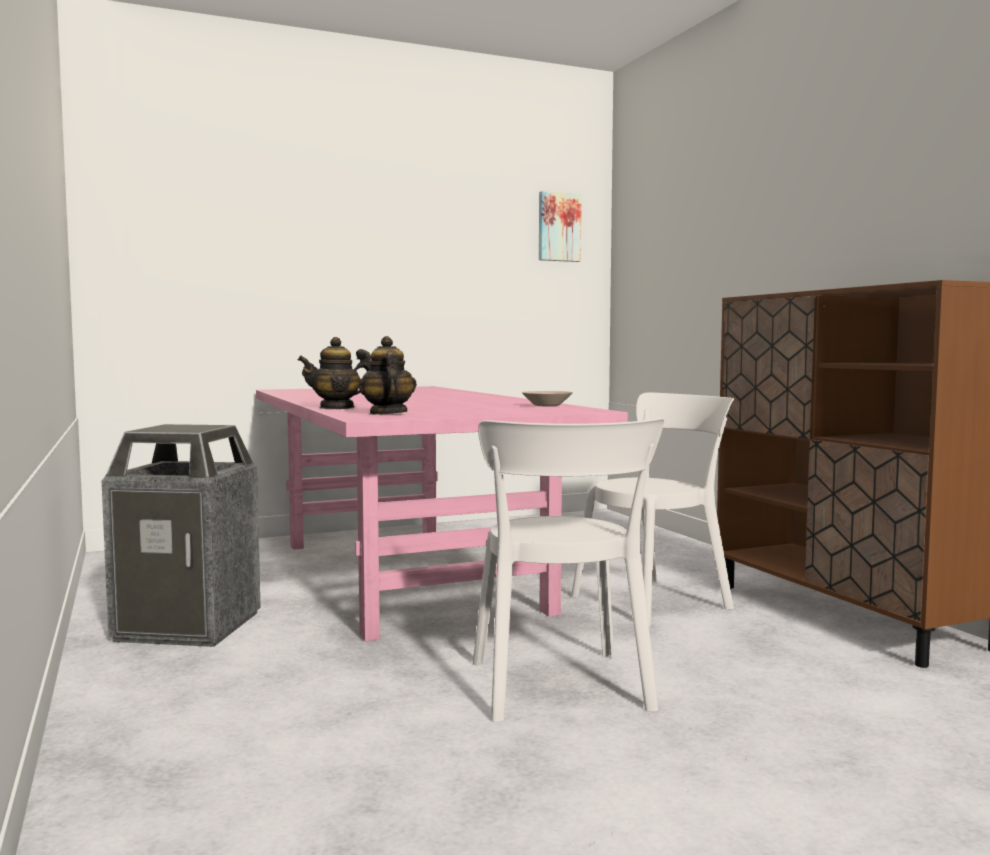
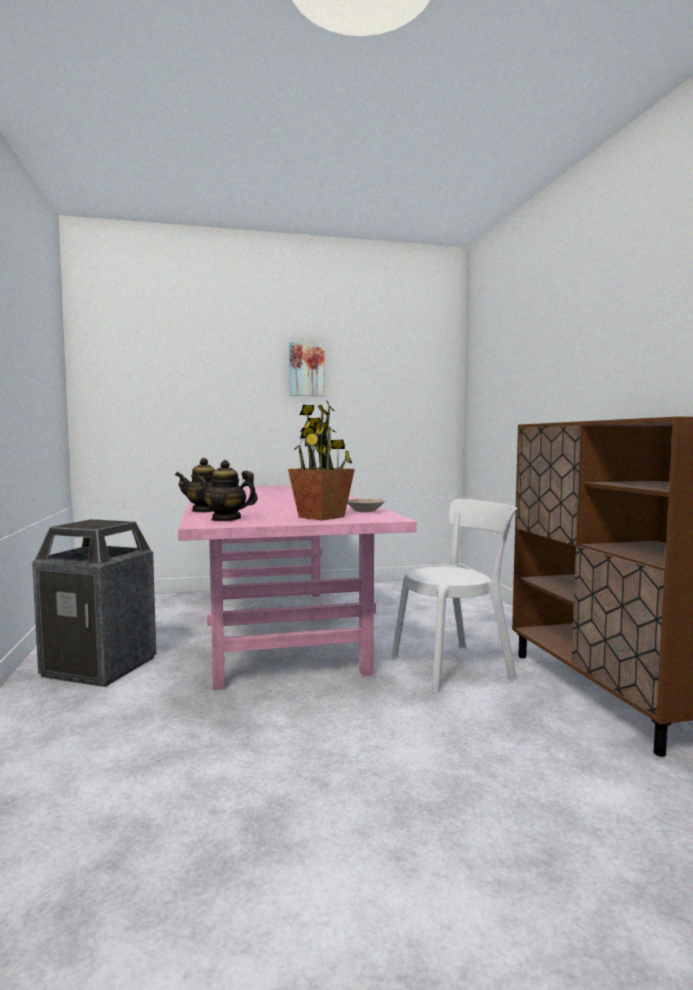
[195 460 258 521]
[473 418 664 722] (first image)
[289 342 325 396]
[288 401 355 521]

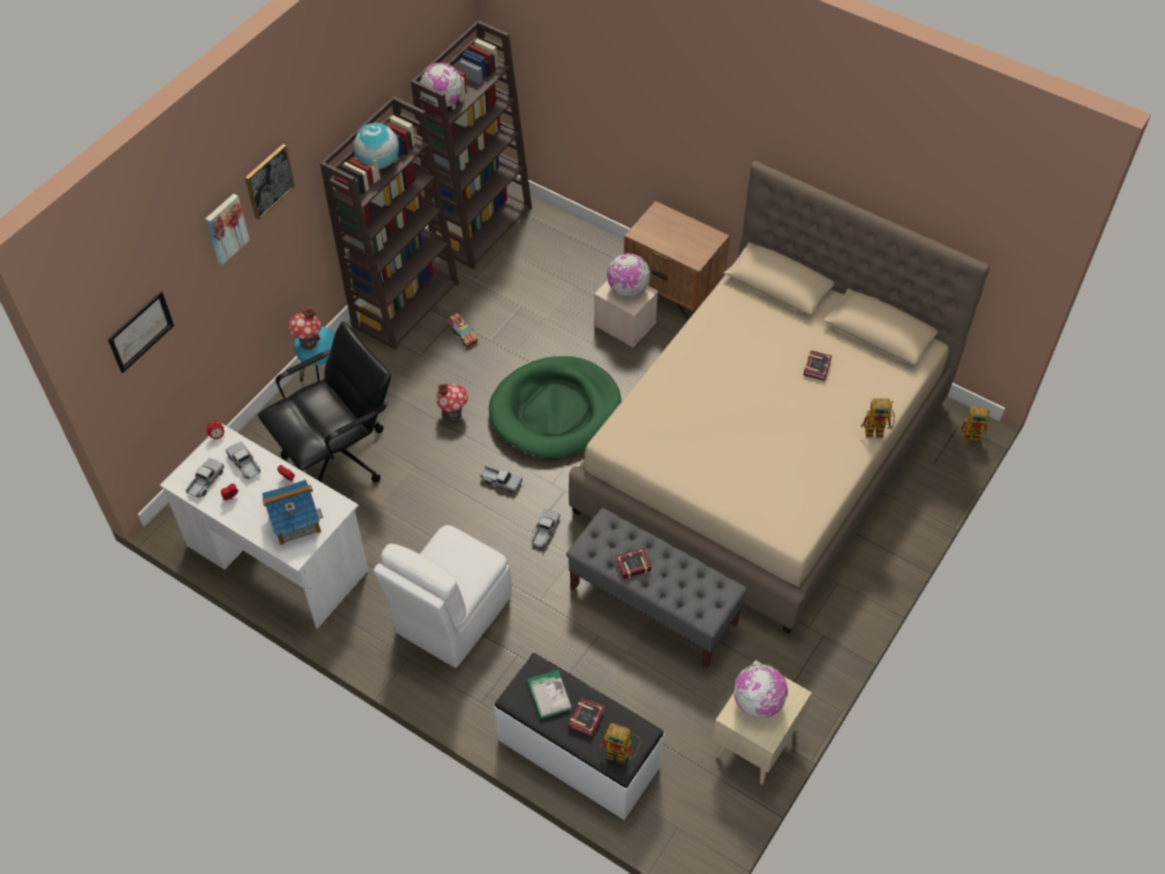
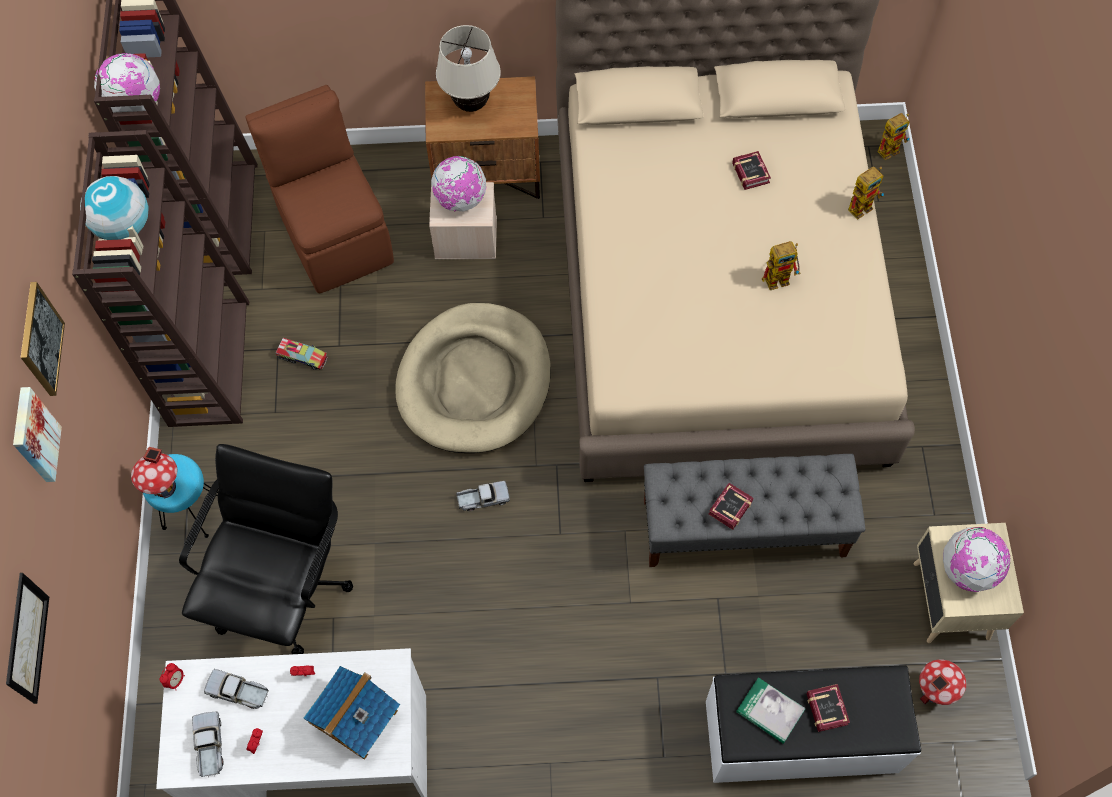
[374 525 512 668] (first image)
[919 660 966 705]
[395 303 551 453]
[532 509 560 548] (first image)
[762 241 801 290]
[245 85 394 293]
[436 25 501 112]

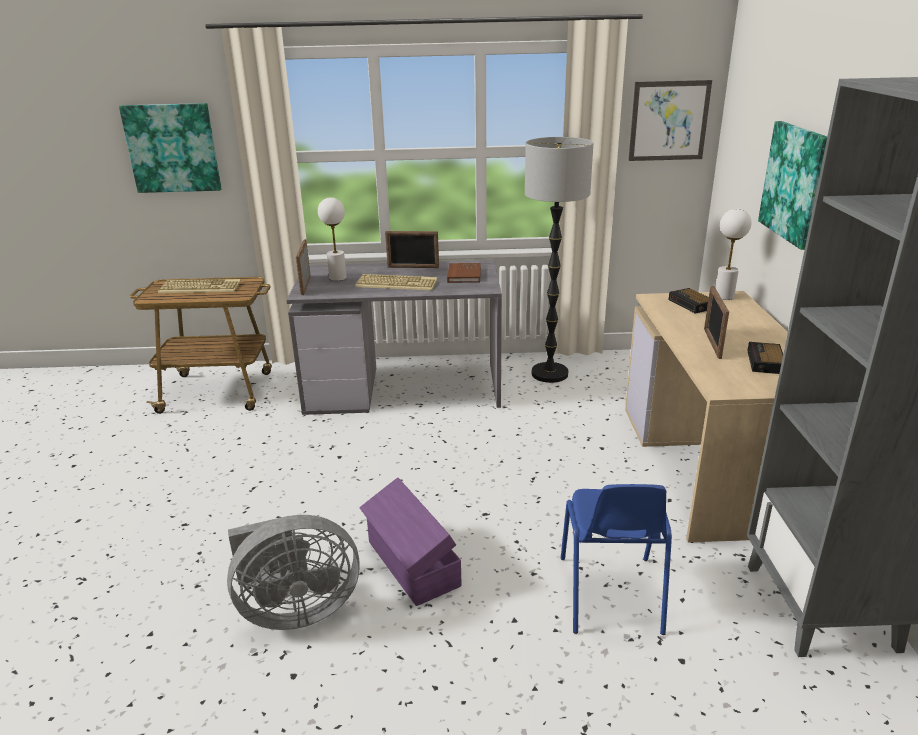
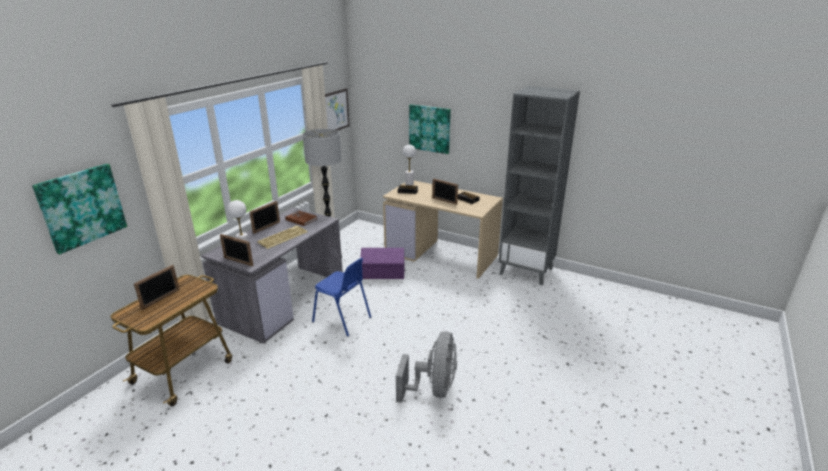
[134 265 180 310]
[360 248 404 279]
[312 258 371 337]

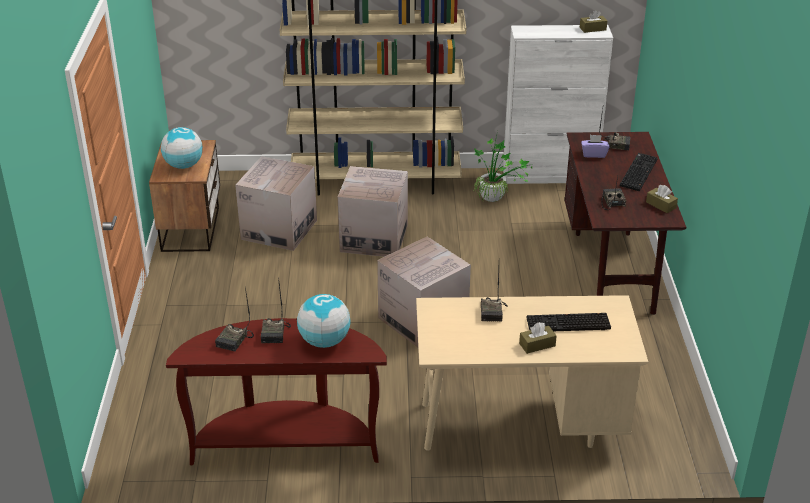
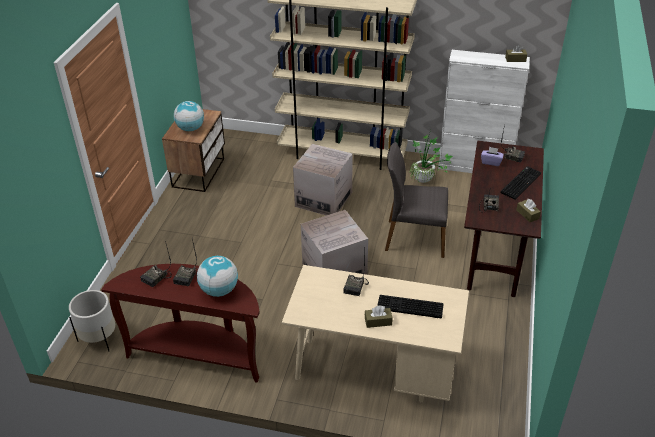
[235 156 317 251] (first image)
[69 290 115 351]
[385 142 448 258]

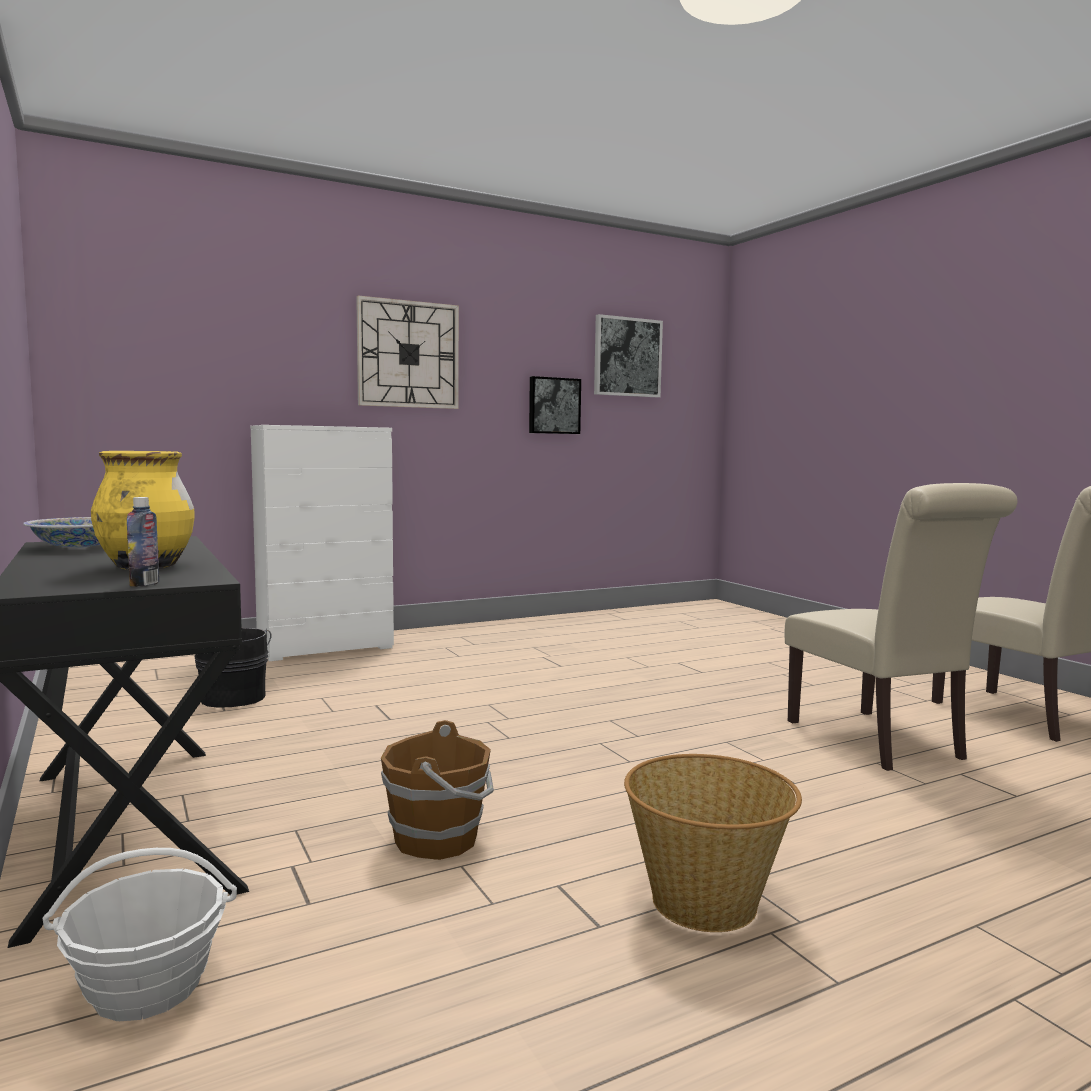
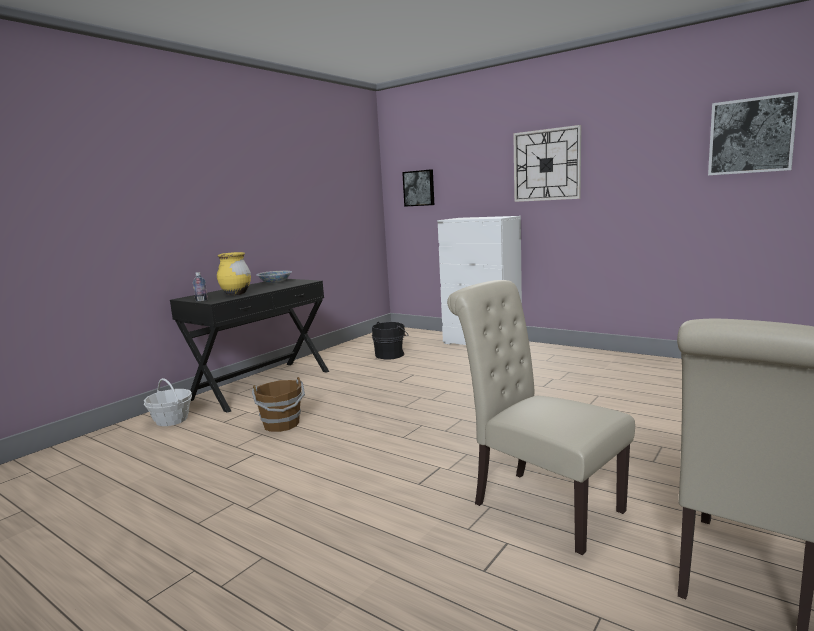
[402 169 434 207]
[624 754 802 932] (first image)
[447 280 635 555]

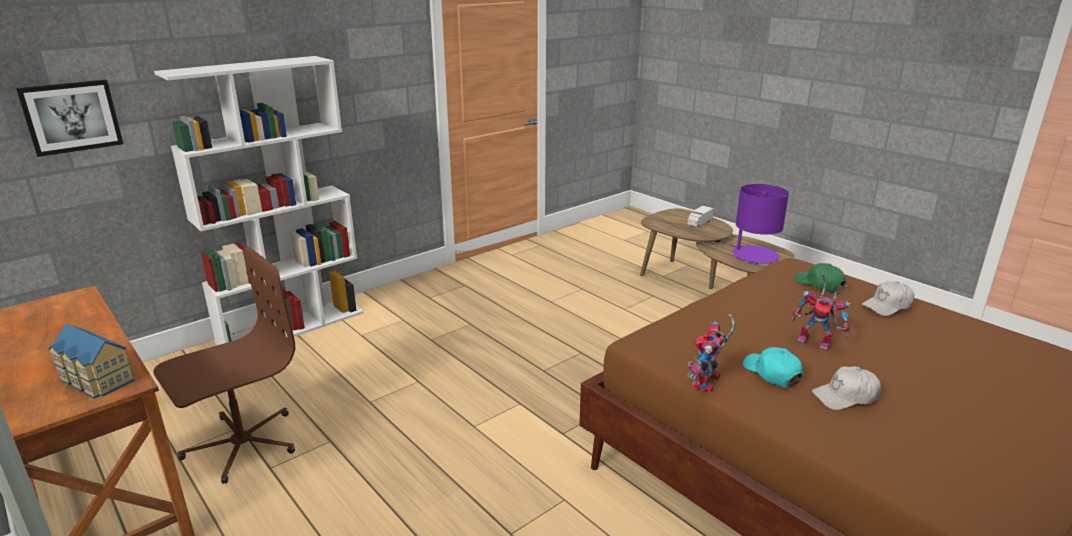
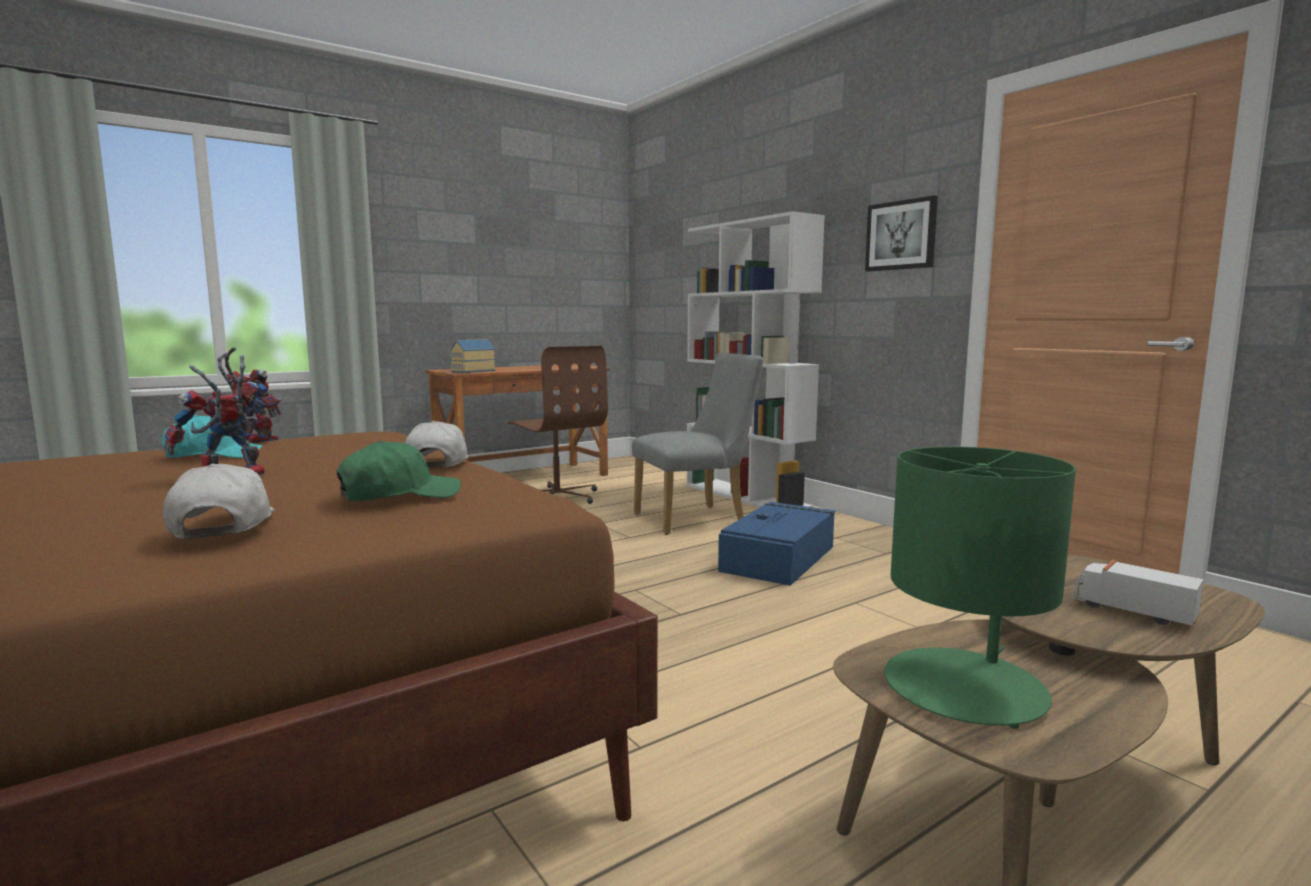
[865 195 938 271]
[884 447 1076 729]
[405 420 470 468]
[632 353 763 535]
[718 502 835 586]

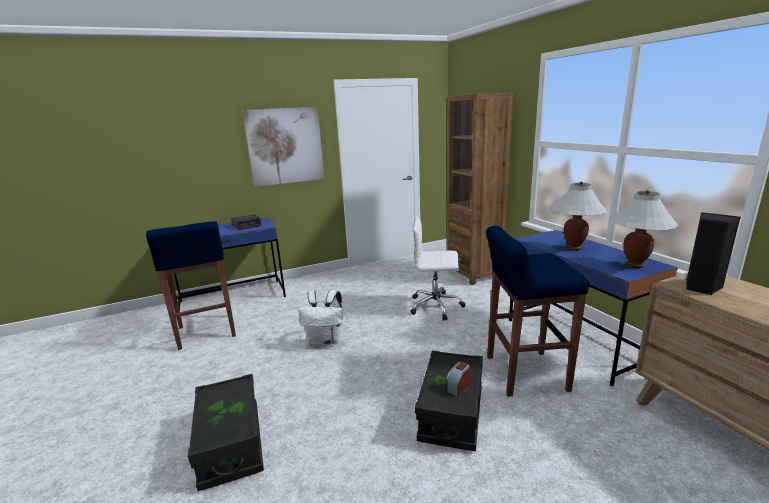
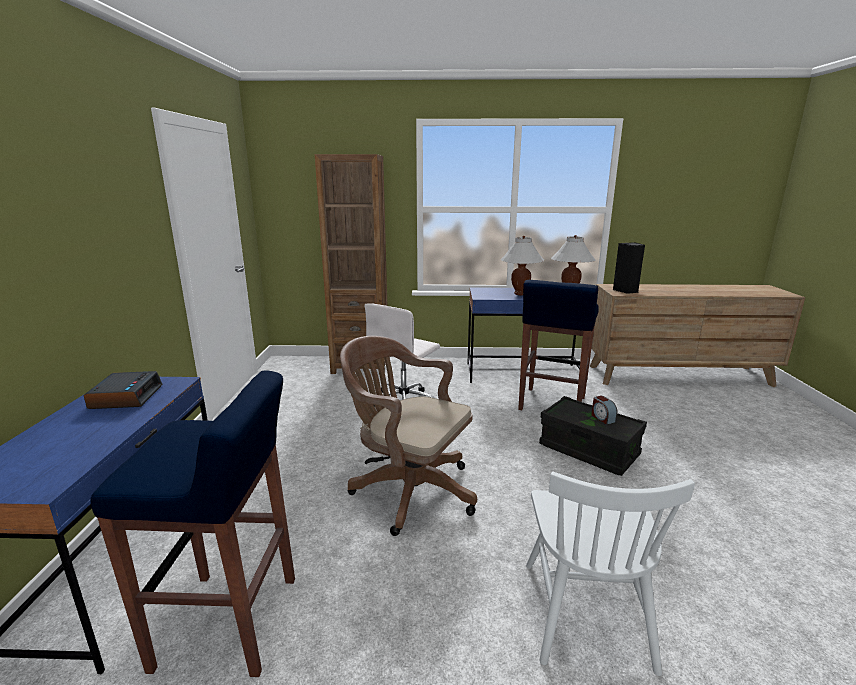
[526 471 695 676]
[242 107 325 187] (first image)
[340 336 477 536]

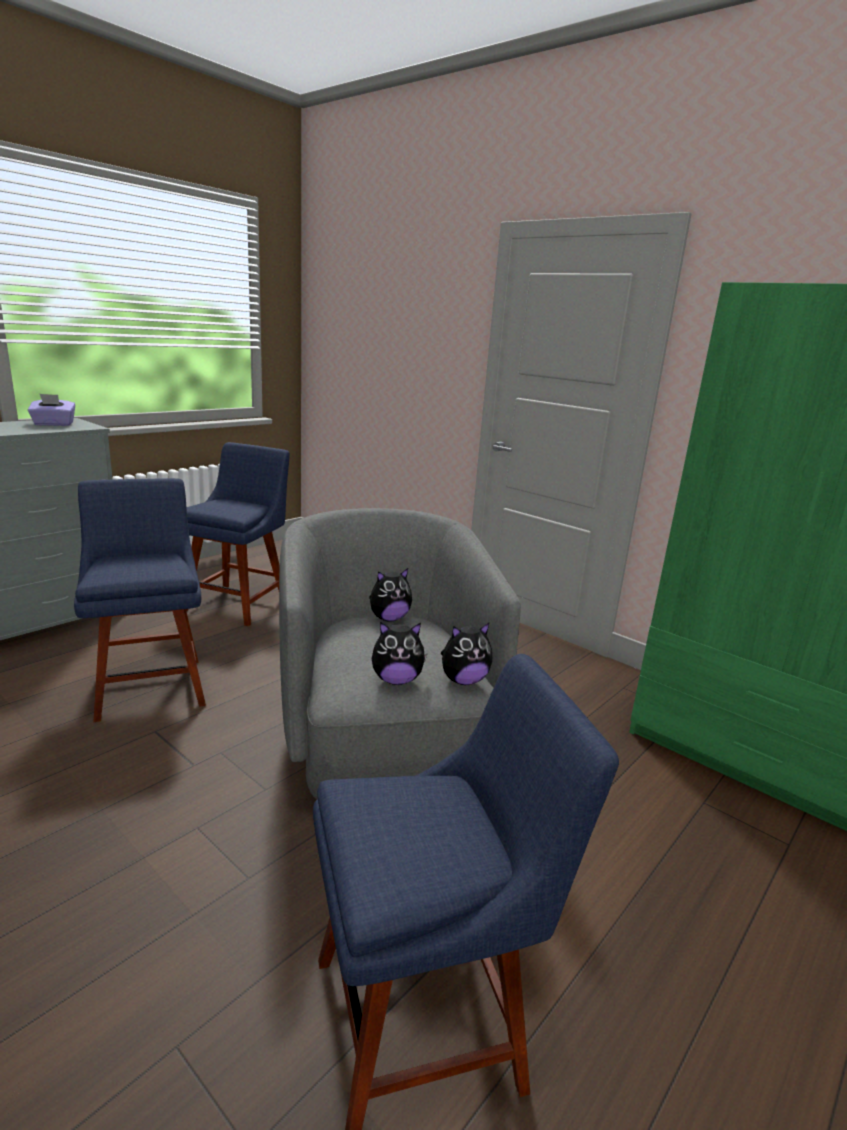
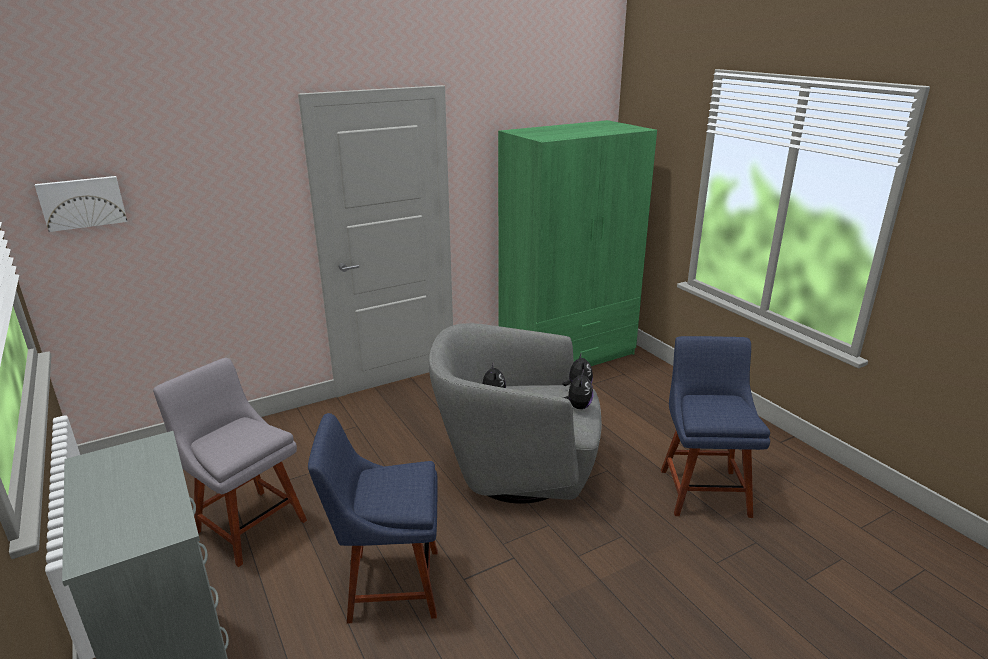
[28 394 75 426] (first image)
[153 358 307 567]
[35 176 128 232]

